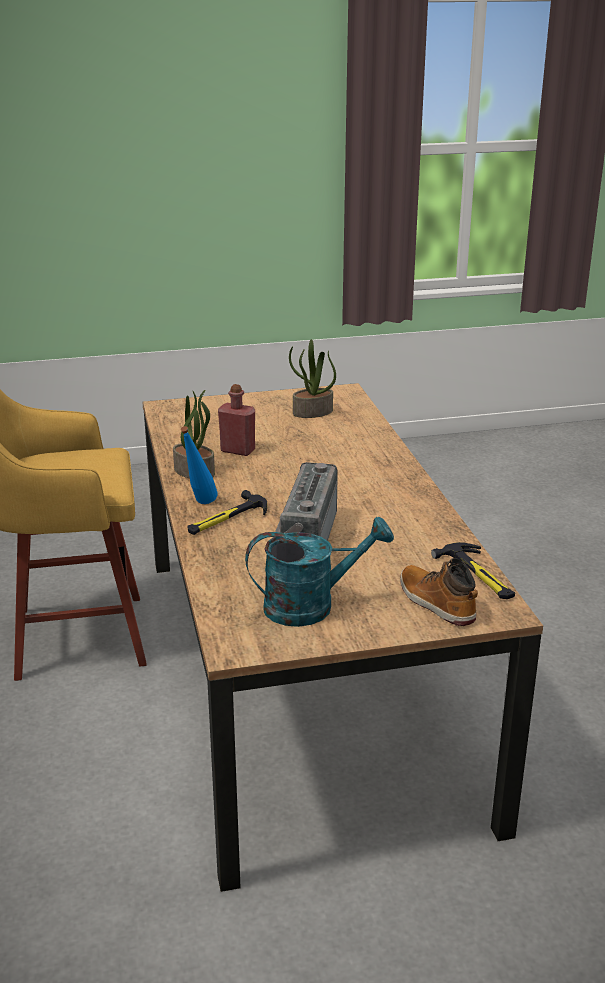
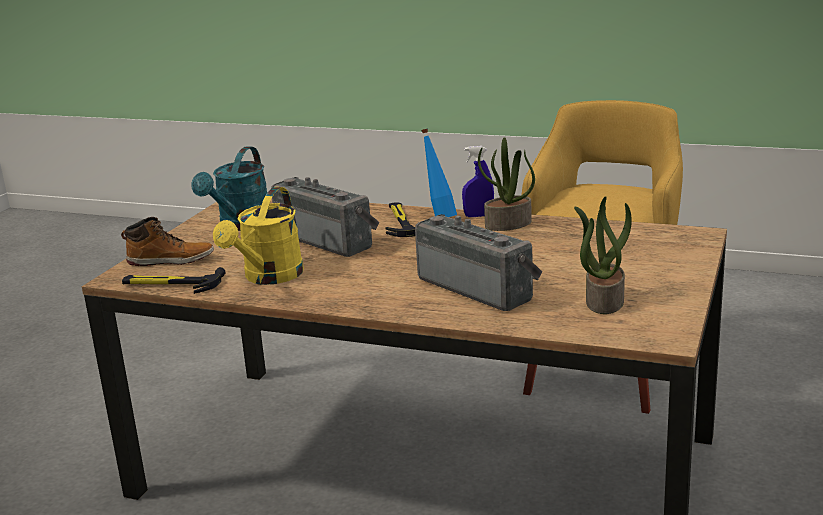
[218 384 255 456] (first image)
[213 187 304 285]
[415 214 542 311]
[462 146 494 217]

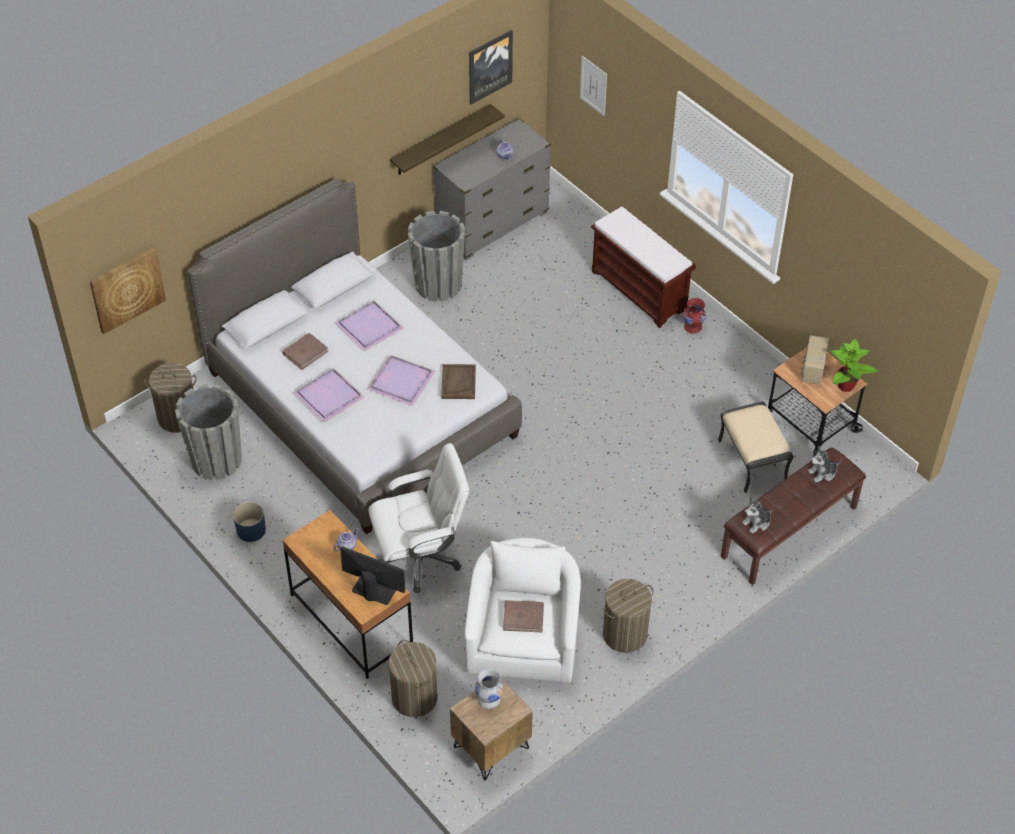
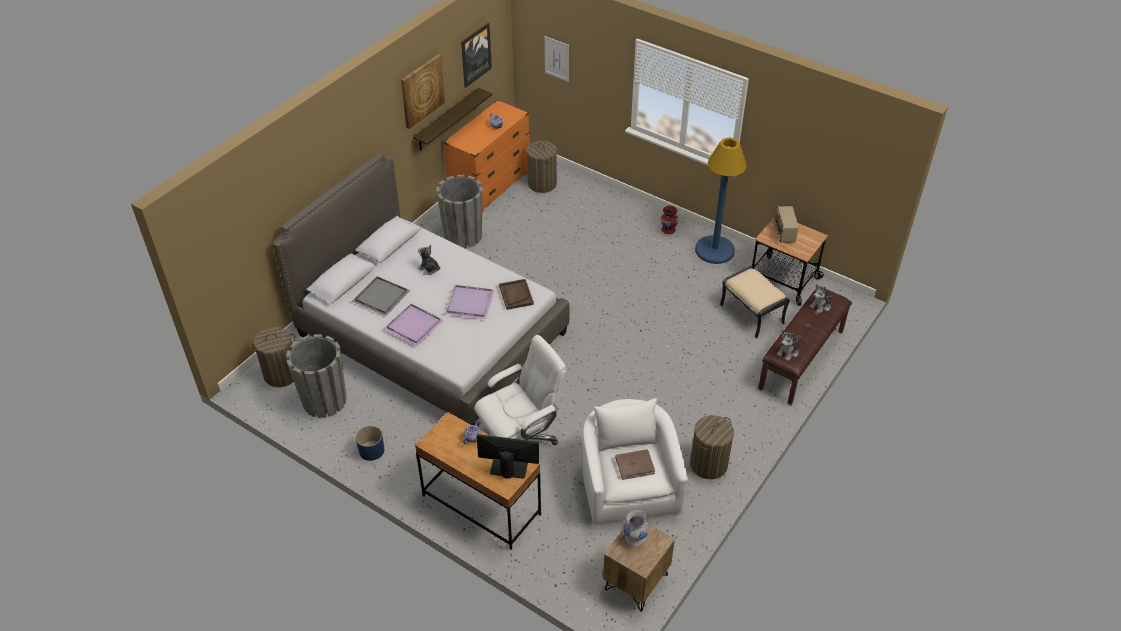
[401 54 445 129]
[352 276 411 316]
[418 244 440 275]
[527 141 557 193]
[444 100 529 213]
[591 205 696 328] (first image)
[831 339 878 392] (first image)
[695 138 747 264]

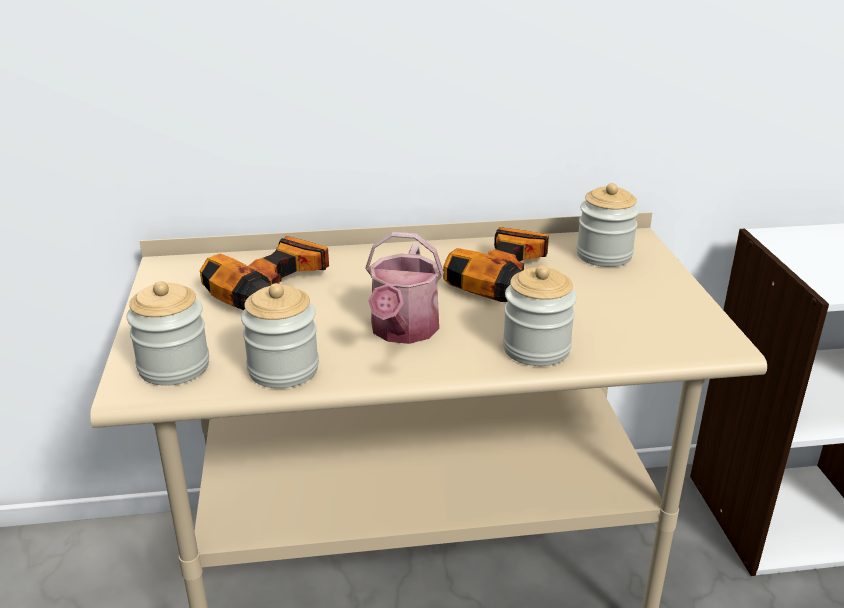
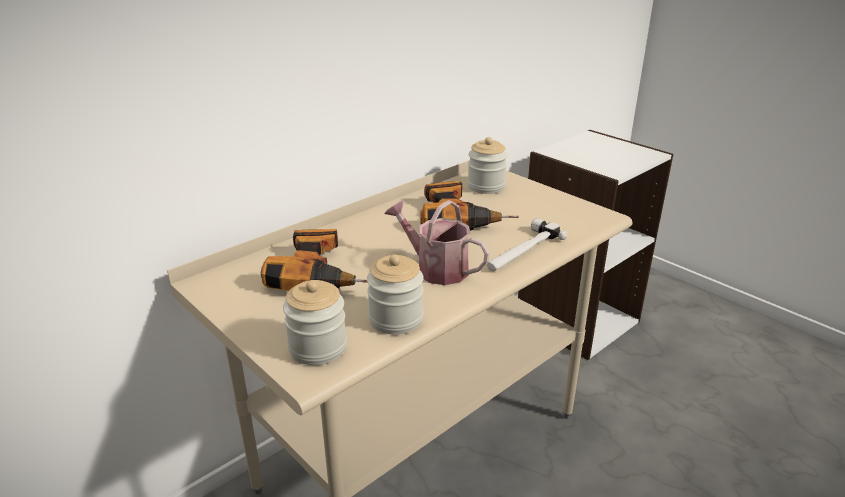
[384 200 490 285]
[487 218 567 271]

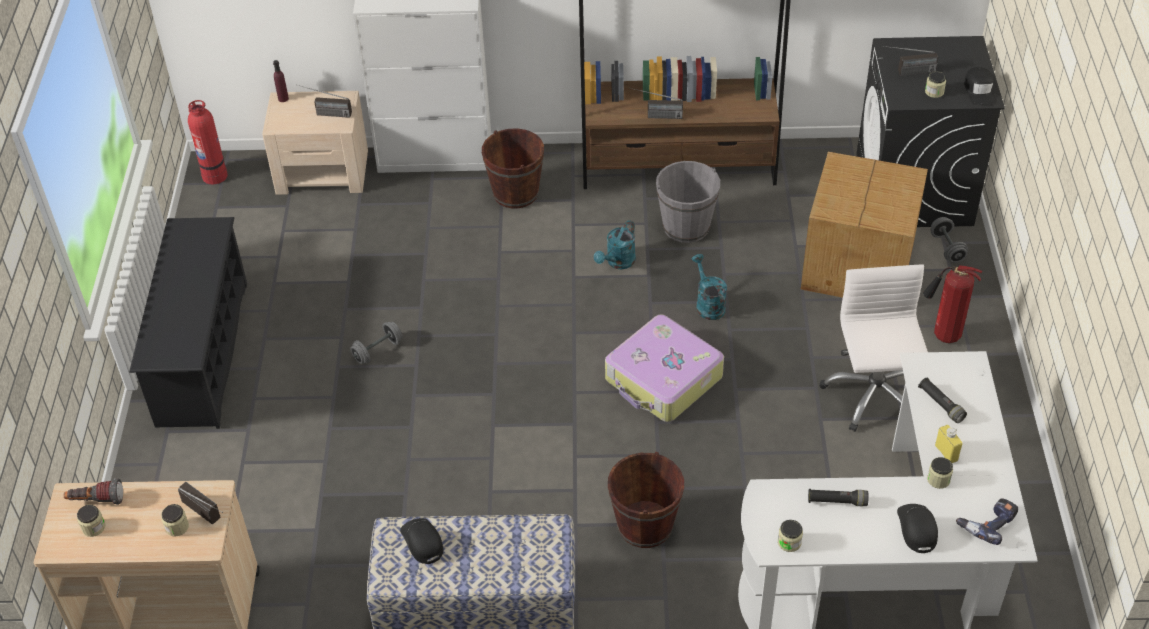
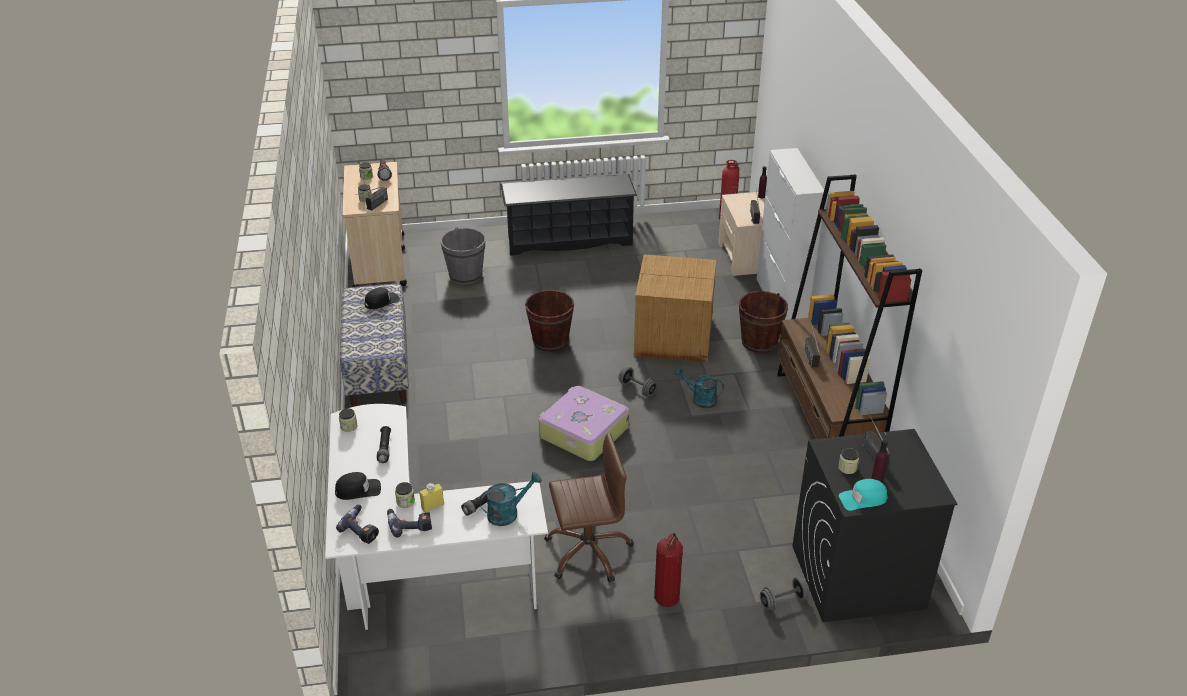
[618 367 657 396]
[525 290 574 352]
[440 227 486 285]
[479 472 542 526]
[634 254 716 362]
[544 433 634 583]
[839 479 887 511]
[387 509 432 537]
[871 440 888 482]

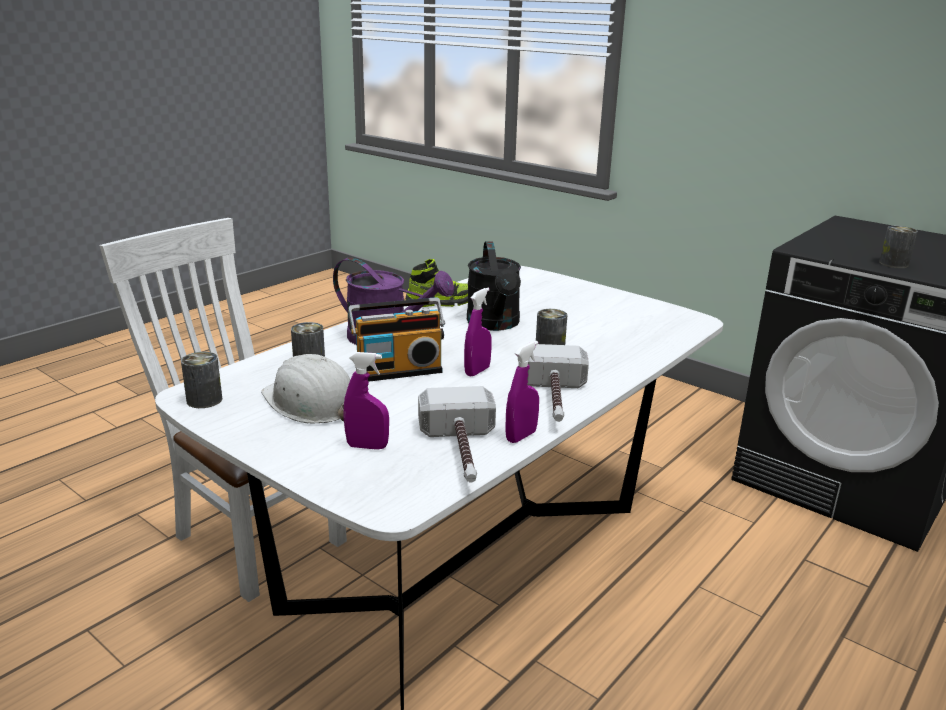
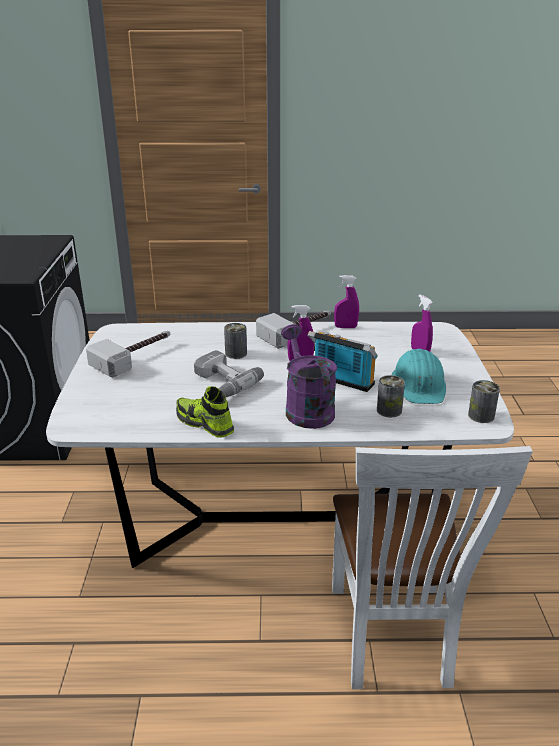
[392 349 446 404]
[86 331 170 378]
[194 350 264 397]
[879 226 918 268] (first image)

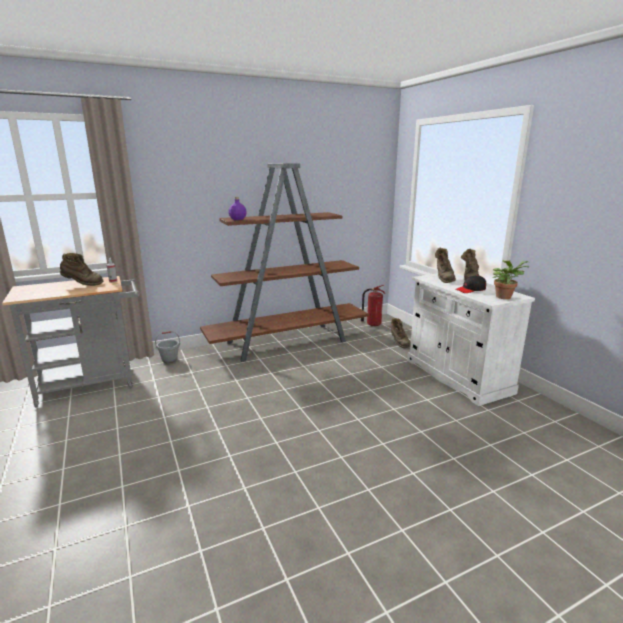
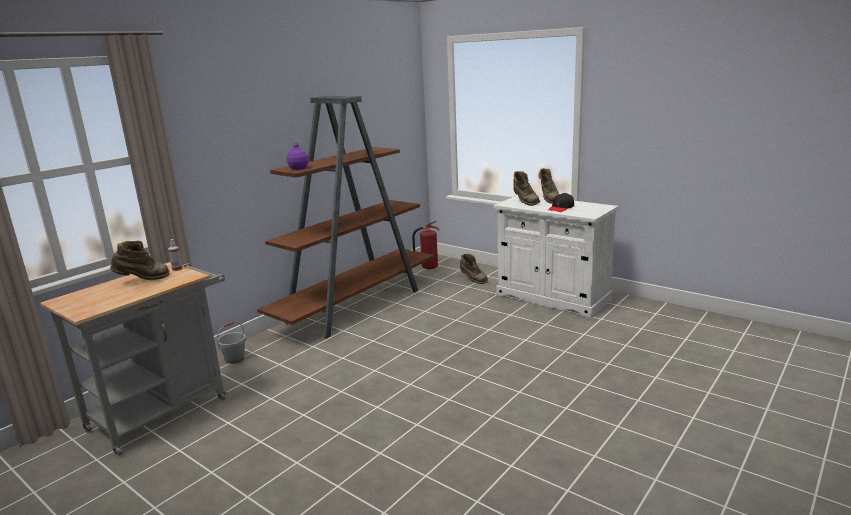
[492 260 529 299] (first image)

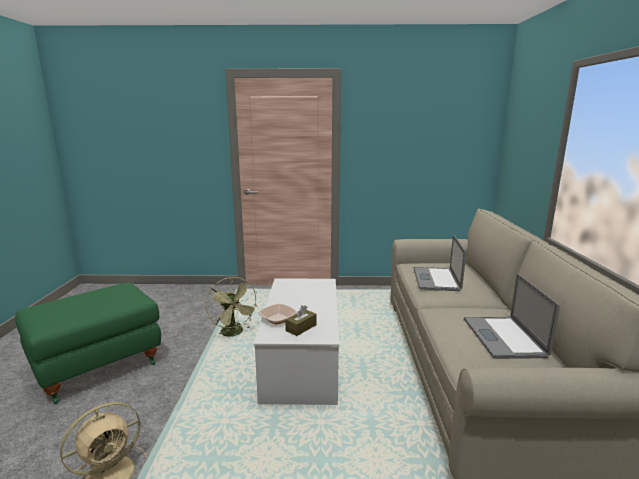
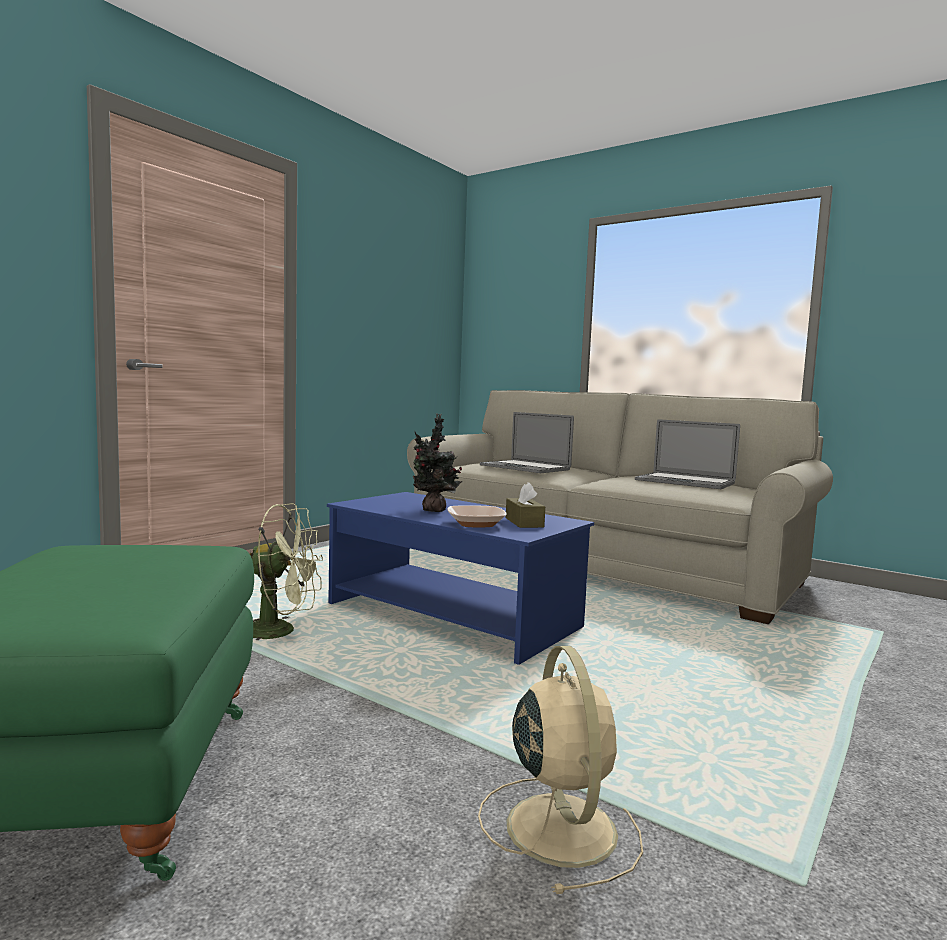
[327 492 594 665]
[413 413 463 512]

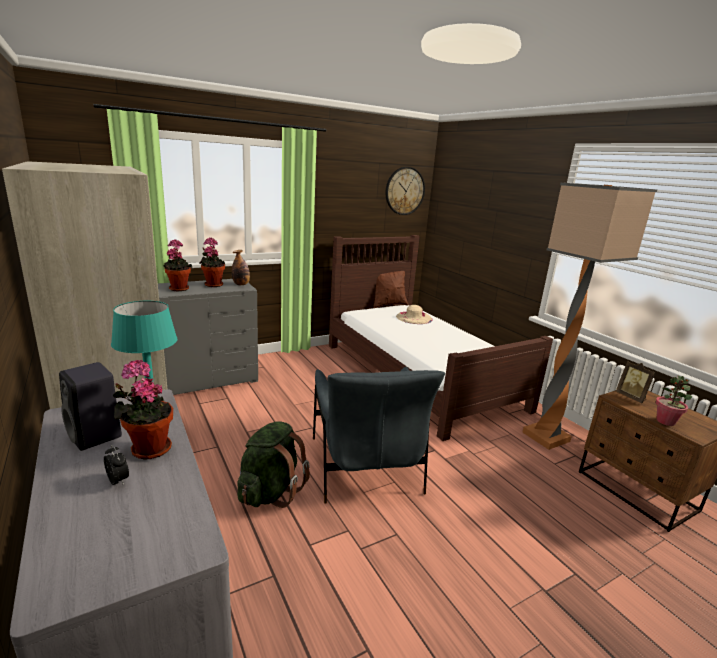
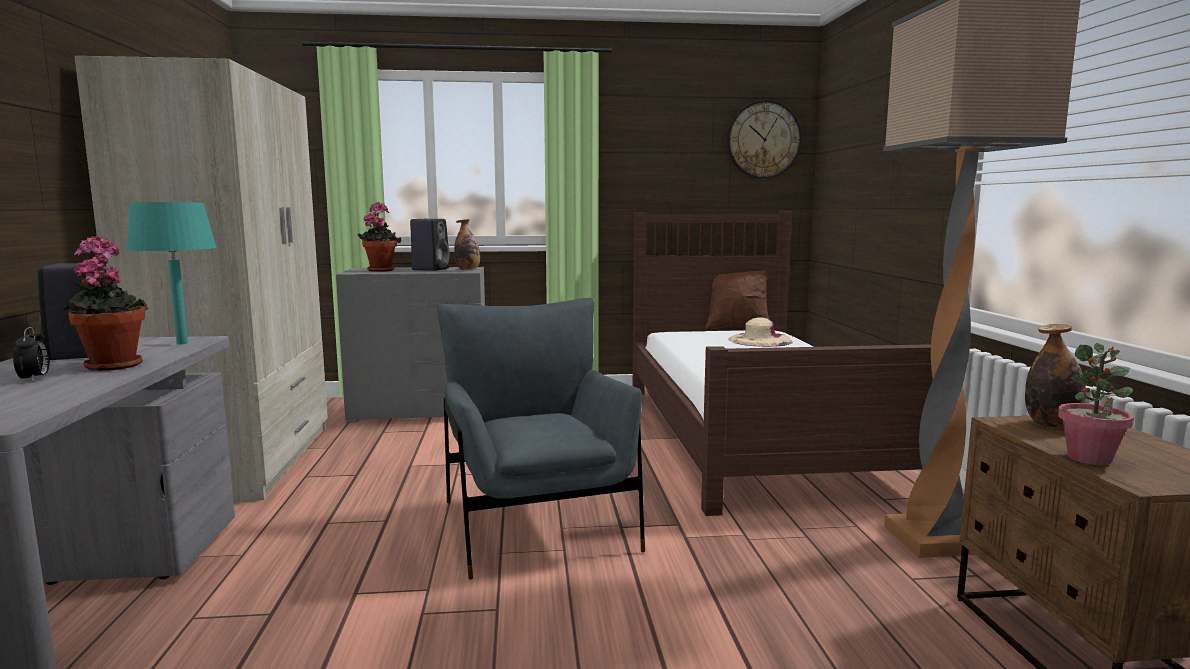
[410 219 450 271]
[238 421 310 508] (first image)
[436 298 645 580]
[1025 324 1087 428]

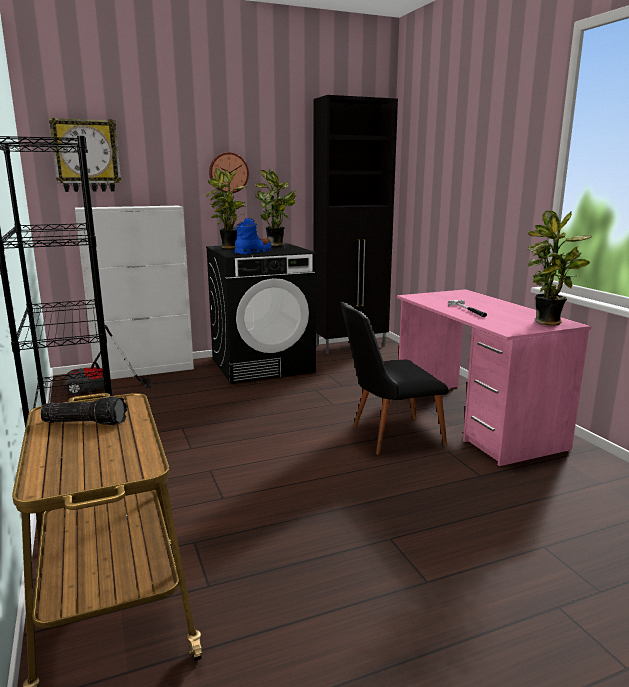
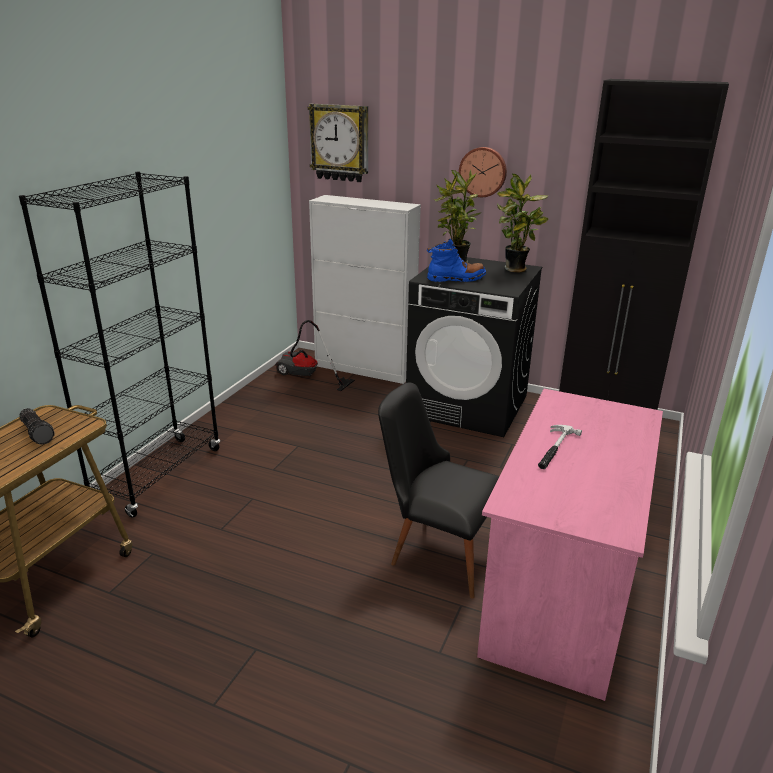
[527 210 592 326] (first image)

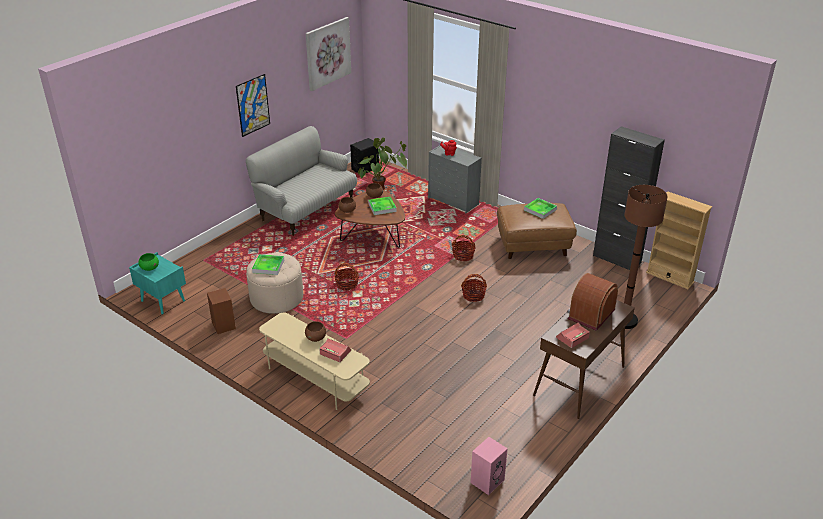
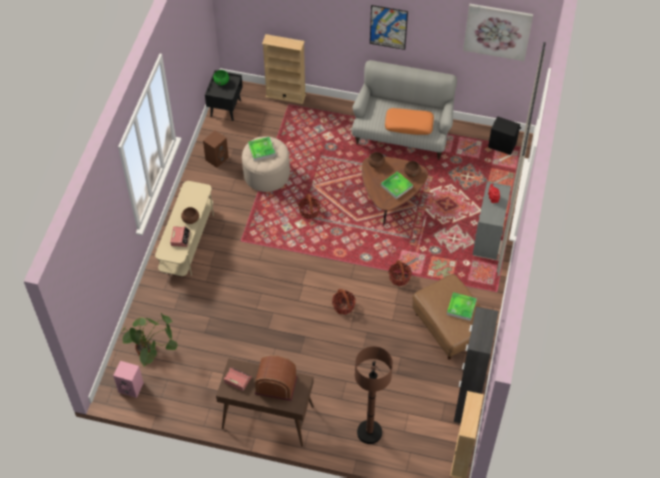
[205 70 243 121]
[121 313 178 366]
[262 34 306 104]
[385 108 434 135]

